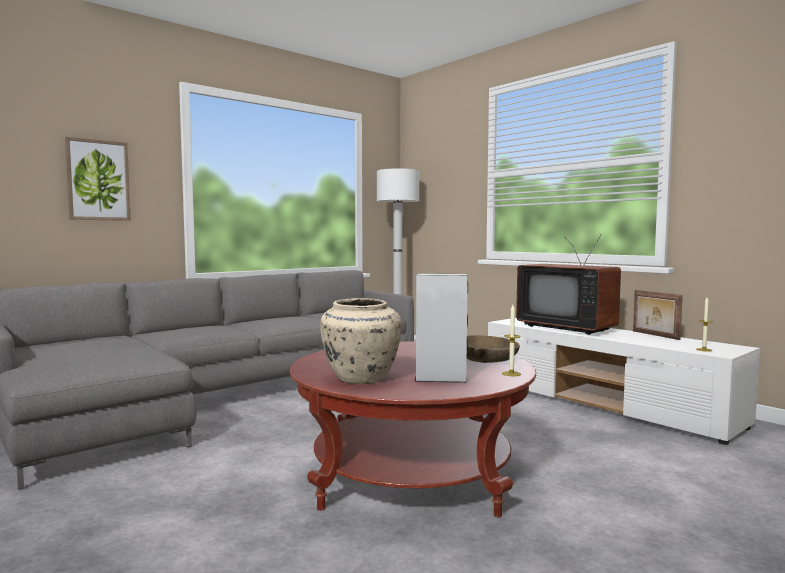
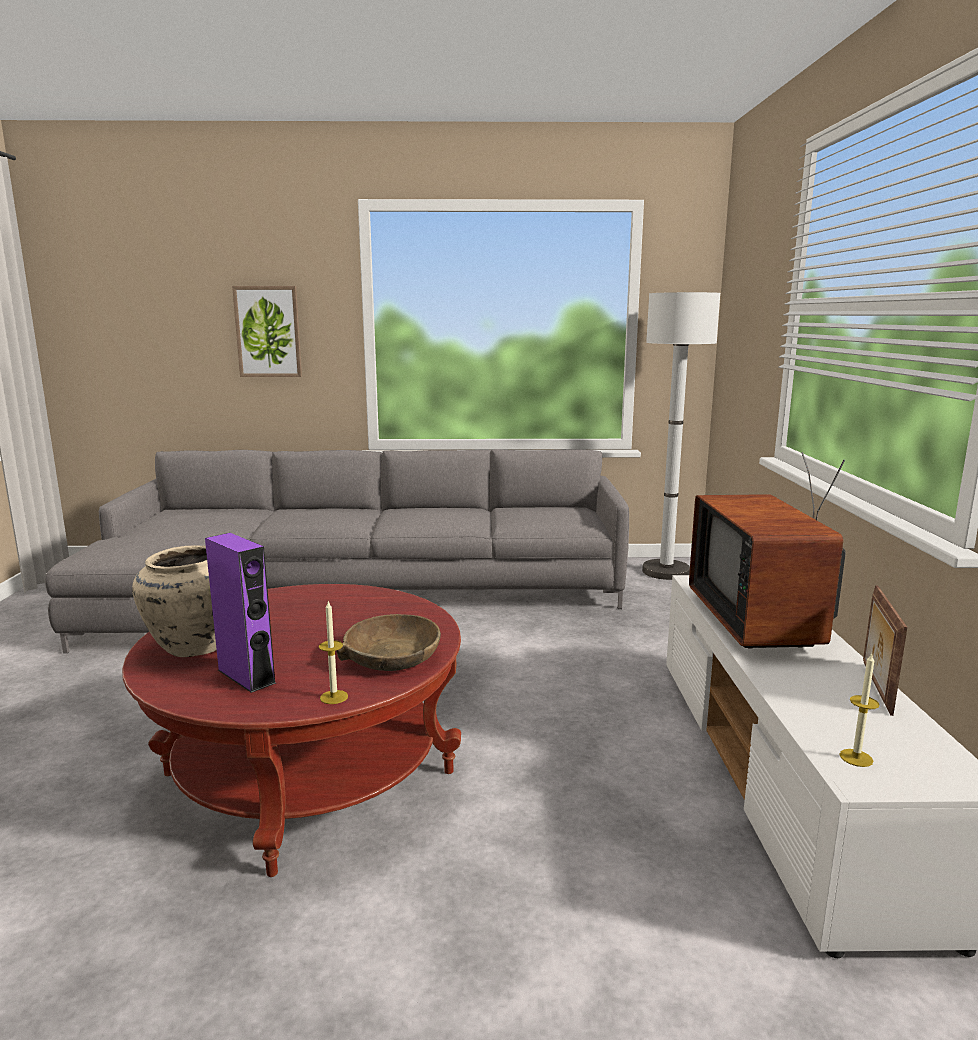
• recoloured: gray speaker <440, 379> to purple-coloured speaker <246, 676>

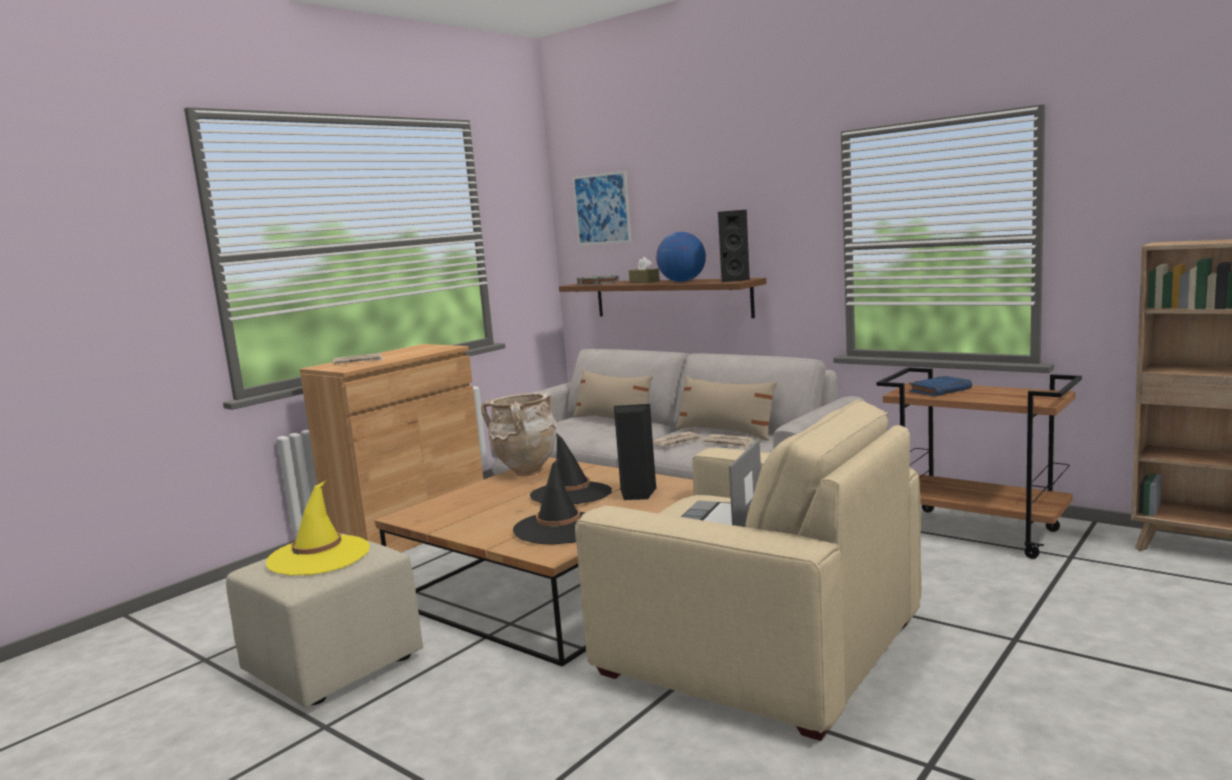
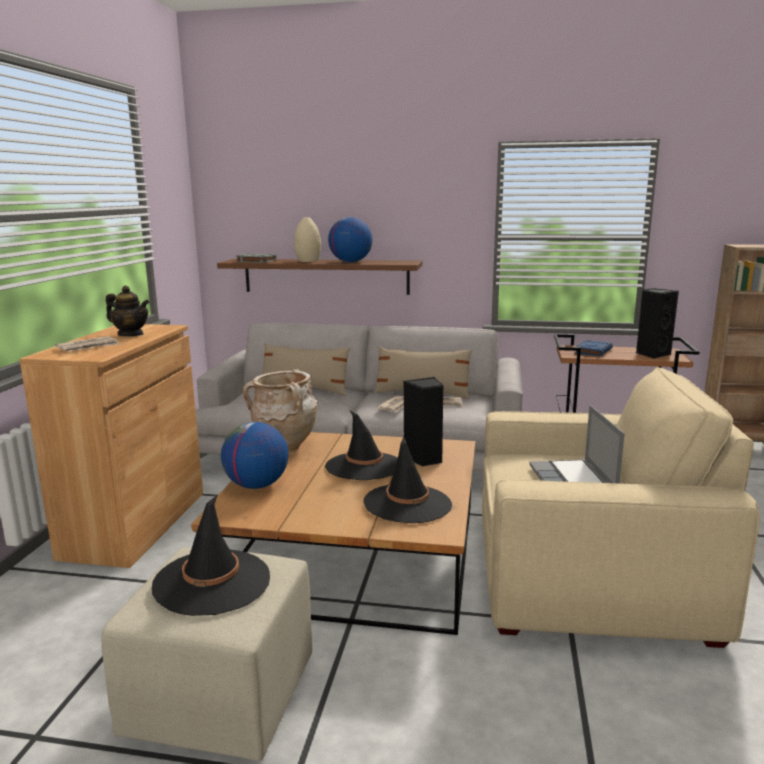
• added: pot for tea <131, 335>
• recoloured: yellow-coloured wearable hat <319, 556> to black-coloured wearable hat <212, 582>
• added: desk globe <256, 485>
• replaced: brown tissue holder <644, 282> to beige-coloured vase <307, 261>
• moved: black-coloured speaker <733, 280> to <652, 354>
• removed: wall picture <601, 209>

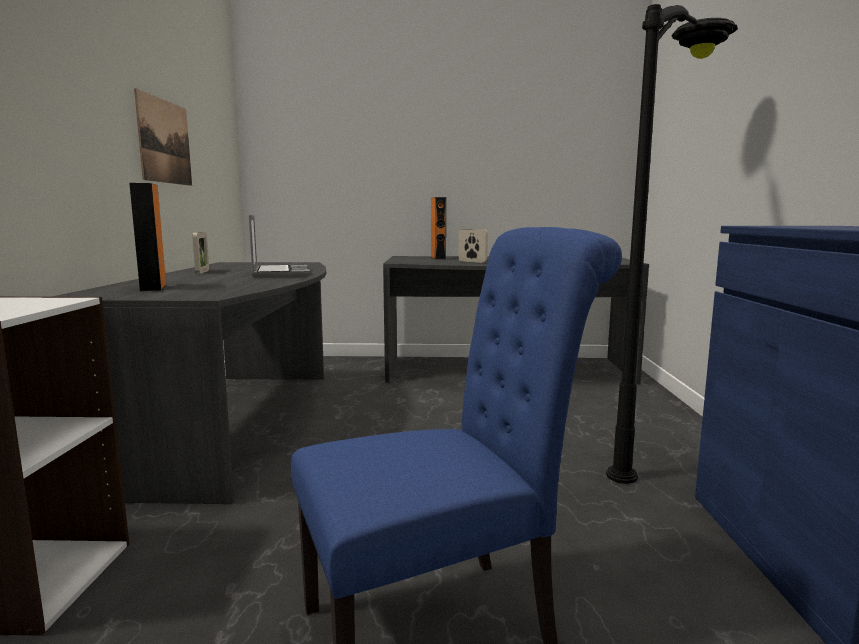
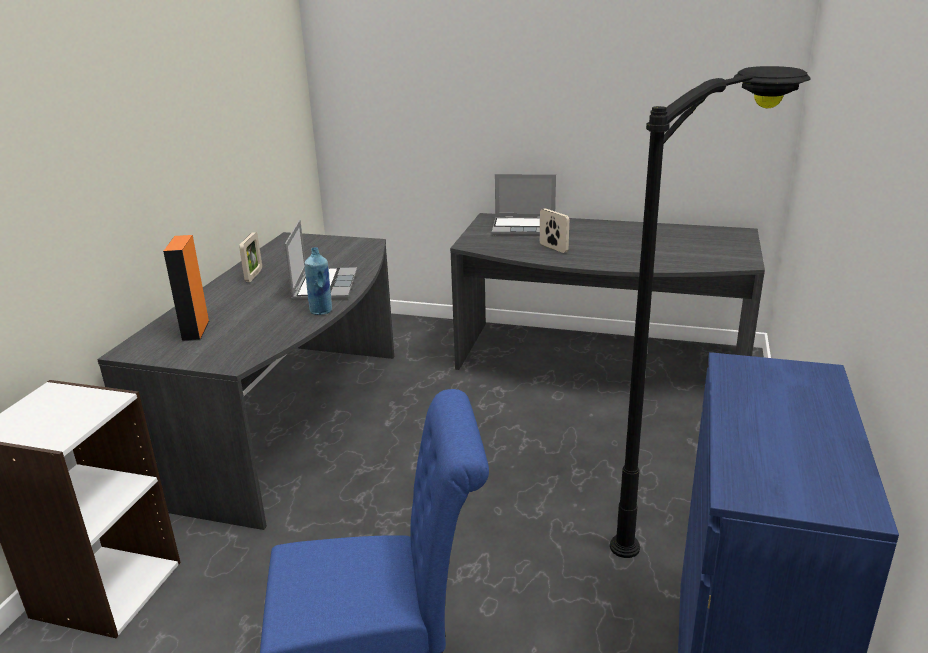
• added: bluish beverage bottle <321, 311>
• replaced: orange speaker <438, 258> to portable computer <525, 228>
• removed: wall picture <165, 141>

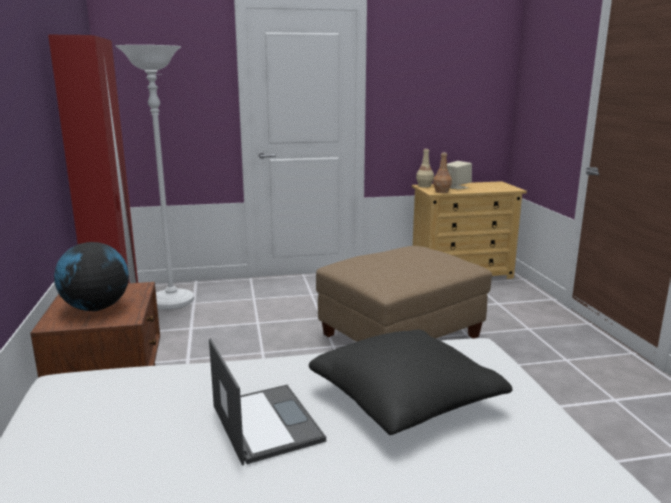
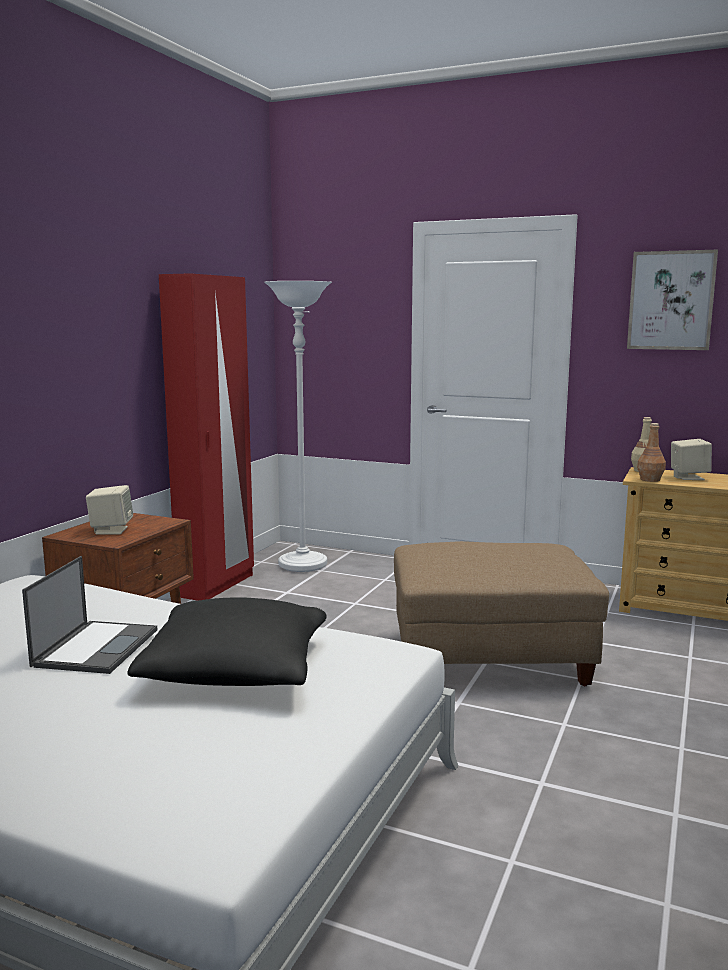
• replaced: desk globe <96, 308> to beige-coloured speaker <111, 530>
• added: wall picture <671, 300>

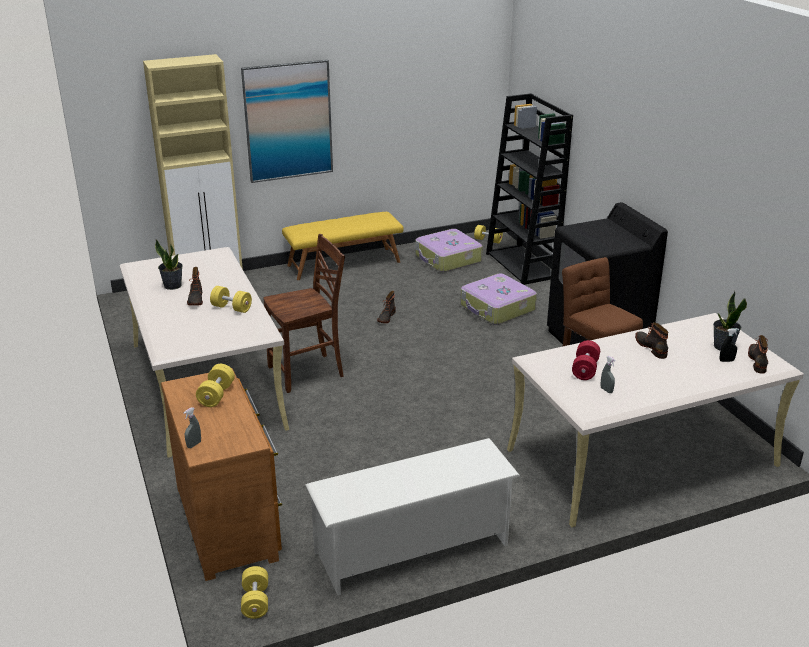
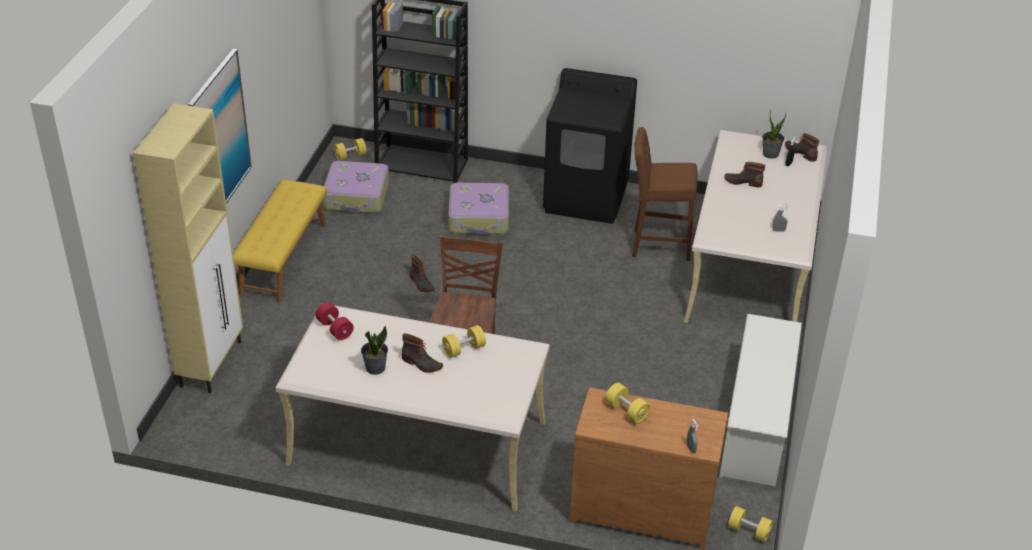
• moved: red free weight <585, 369> to <335, 329>

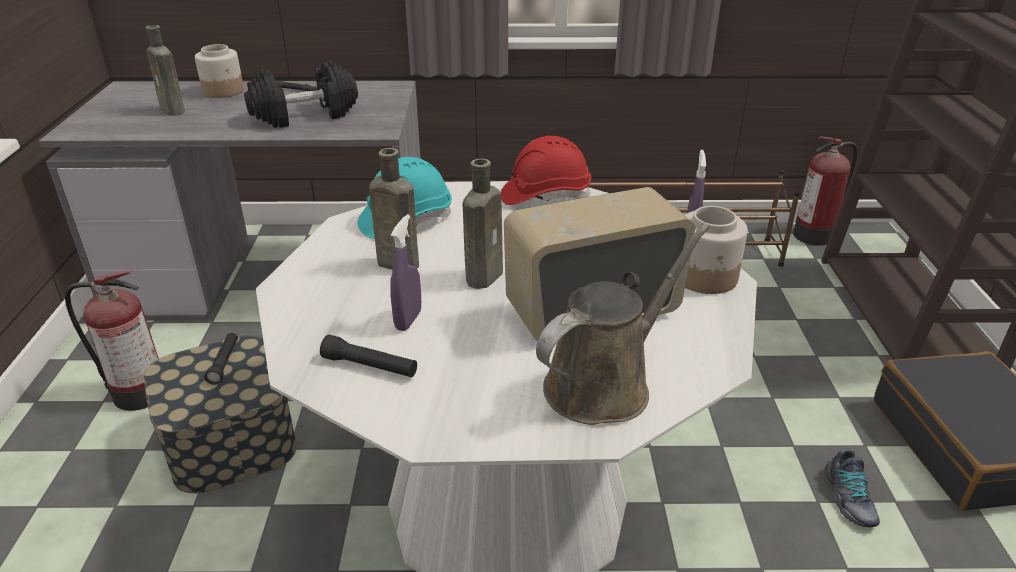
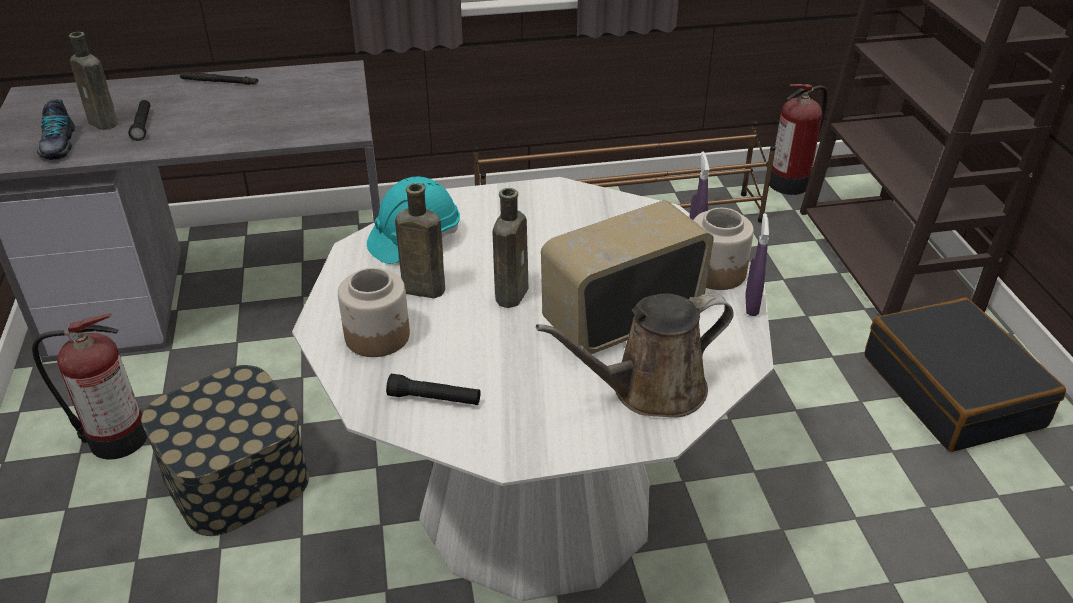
• moved: item of footwear <848, 498> to <57, 144>
• moved: black-coloured hand torch <224, 363> to <142, 126>
• moved: preserve jar <224, 91> to <378, 336>
• turned: brown watering can <604, 384> = <650, 390> 150 degrees counterclockwise
• moved: purple-coloured spray bottle <408, 320> to <751, 305>
• removed: black-coloured free weight <305, 116>
• removed: red hard hat <545, 195>

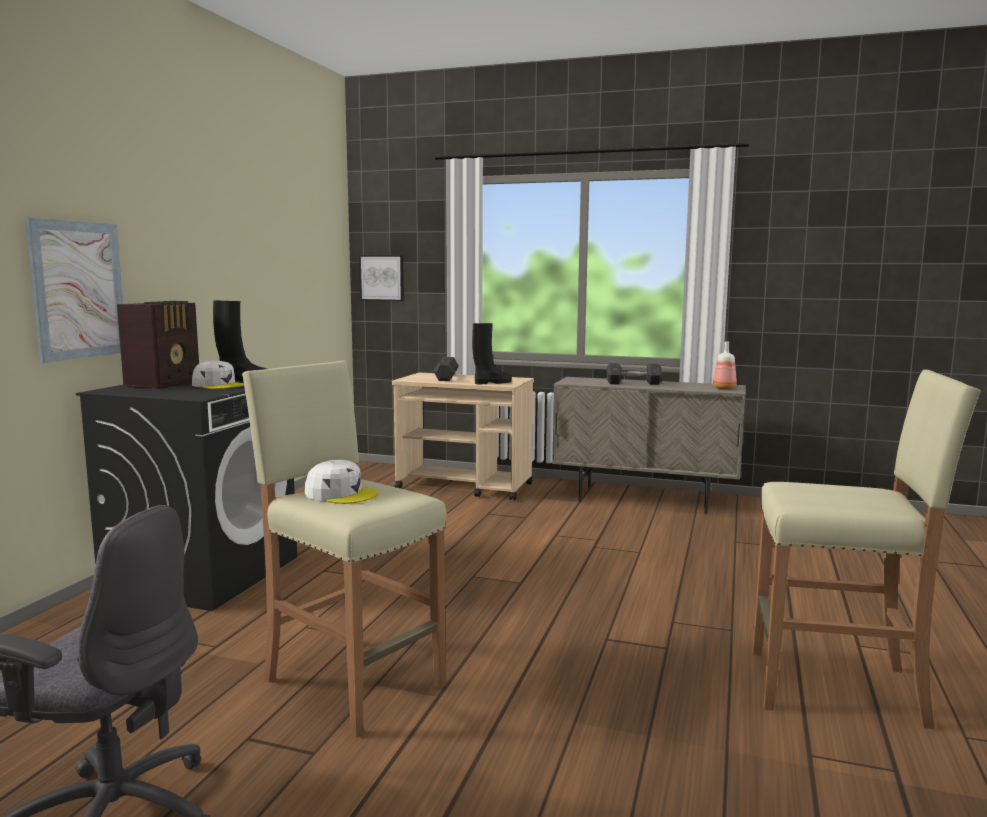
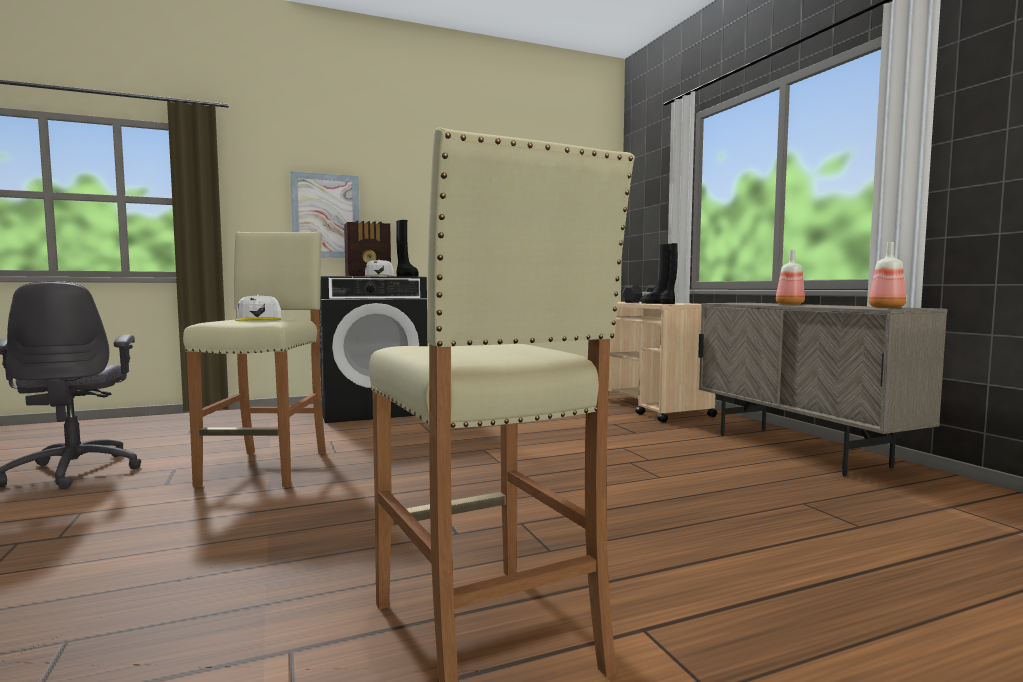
• turned: black-coloured boot <491, 383> = <659, 303> 150 degrees counterclockwise
• replaced: gray free weight <633, 383> to beverage bottle <788, 304>
• removed: wall picture <382, 278>

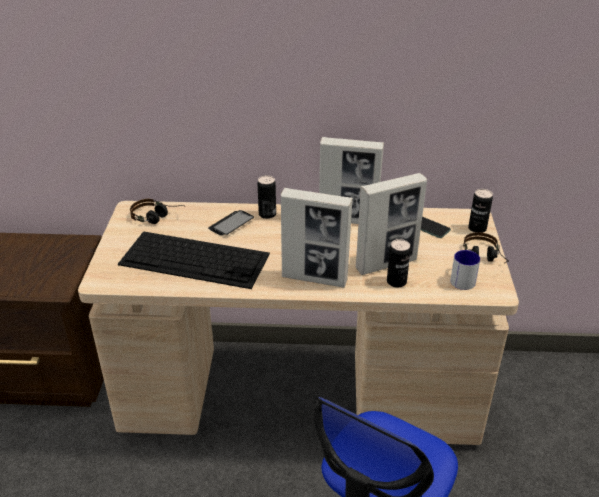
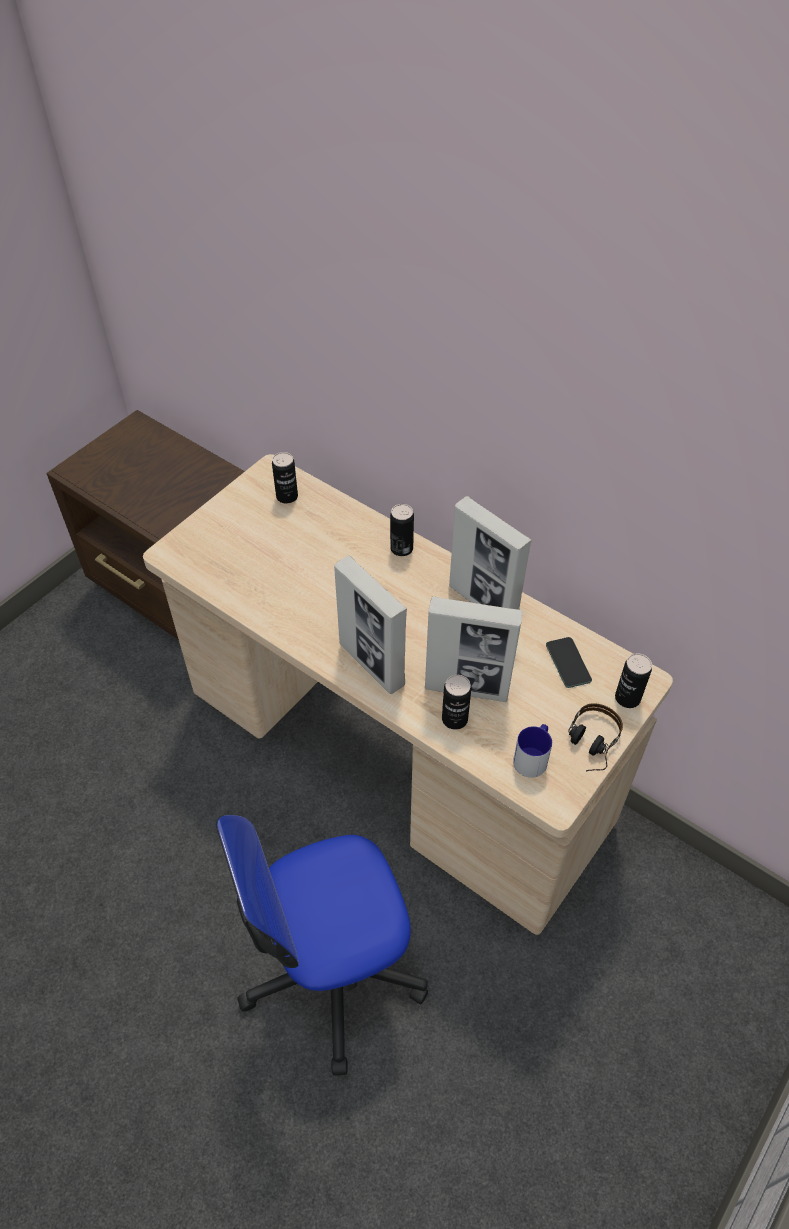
• replaced: headphones <158, 218> to metal can <287, 496>
• removed: PC keyboard <196, 259>
• removed: telephone <231, 224>

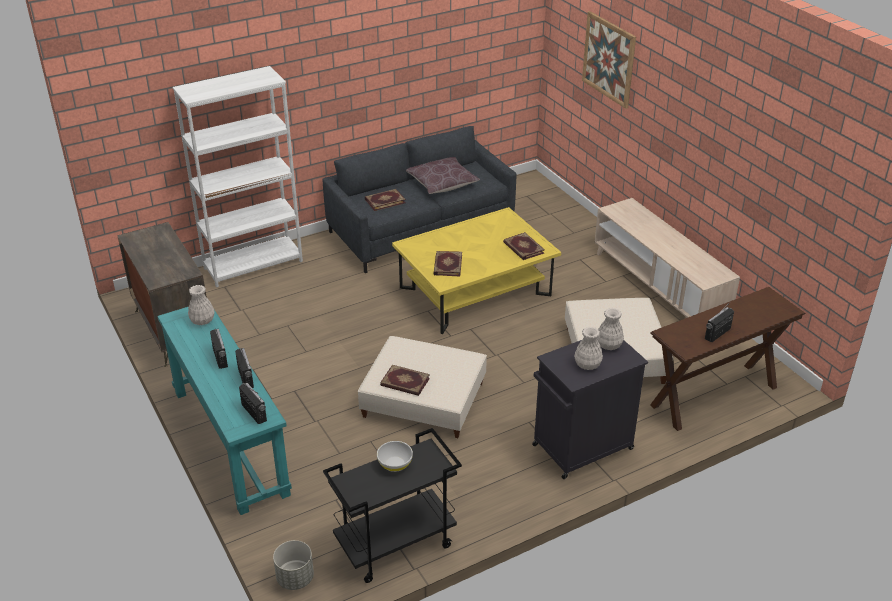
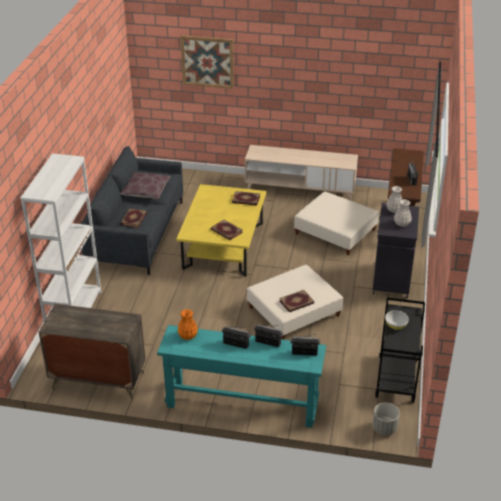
• recoloured: white-coloured vase <202, 320> to orange vase <187, 336>

